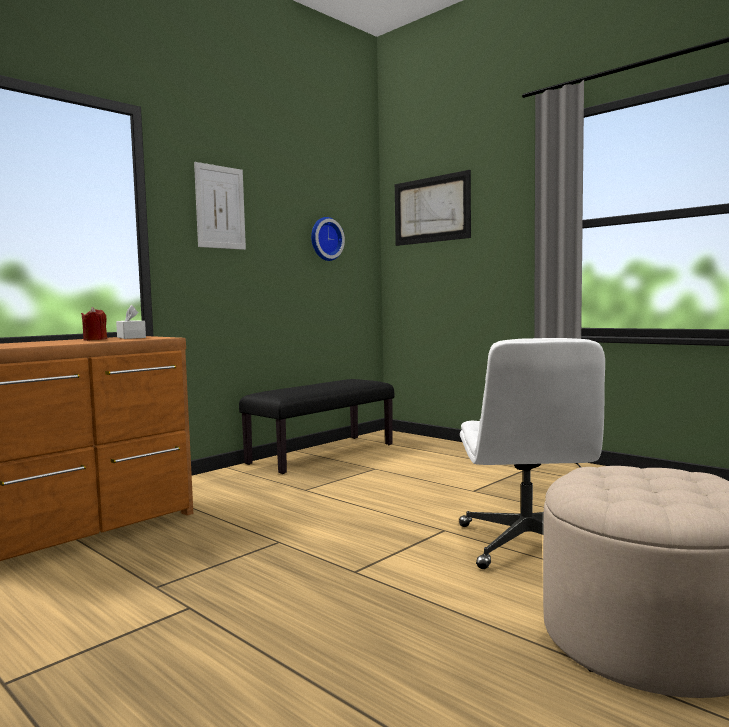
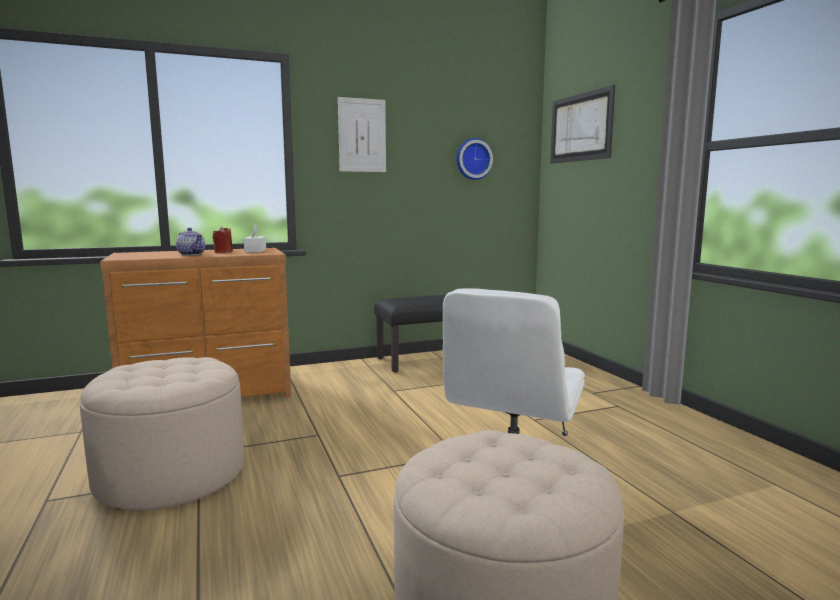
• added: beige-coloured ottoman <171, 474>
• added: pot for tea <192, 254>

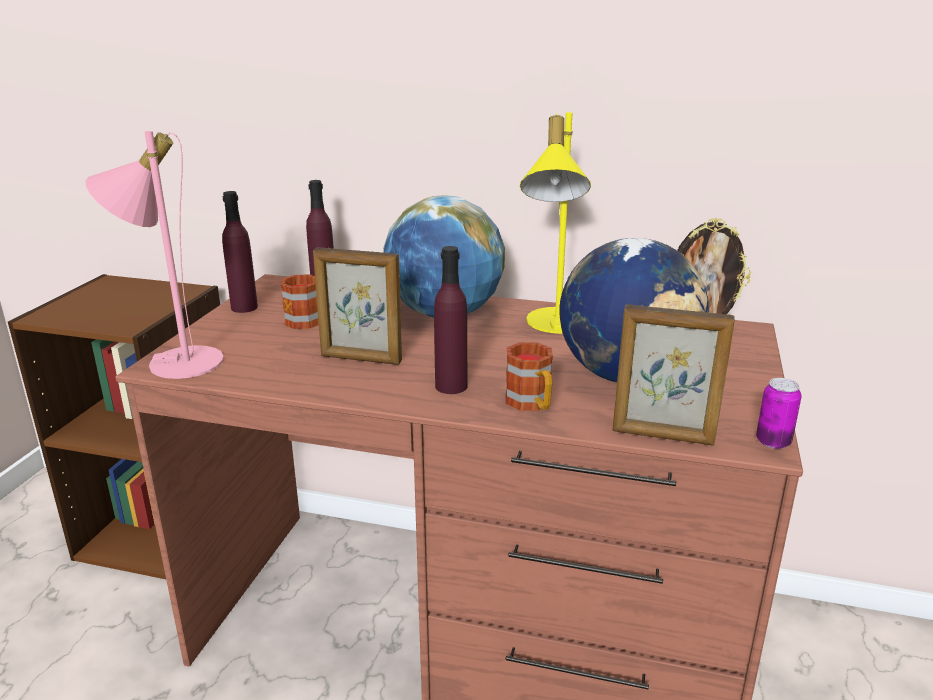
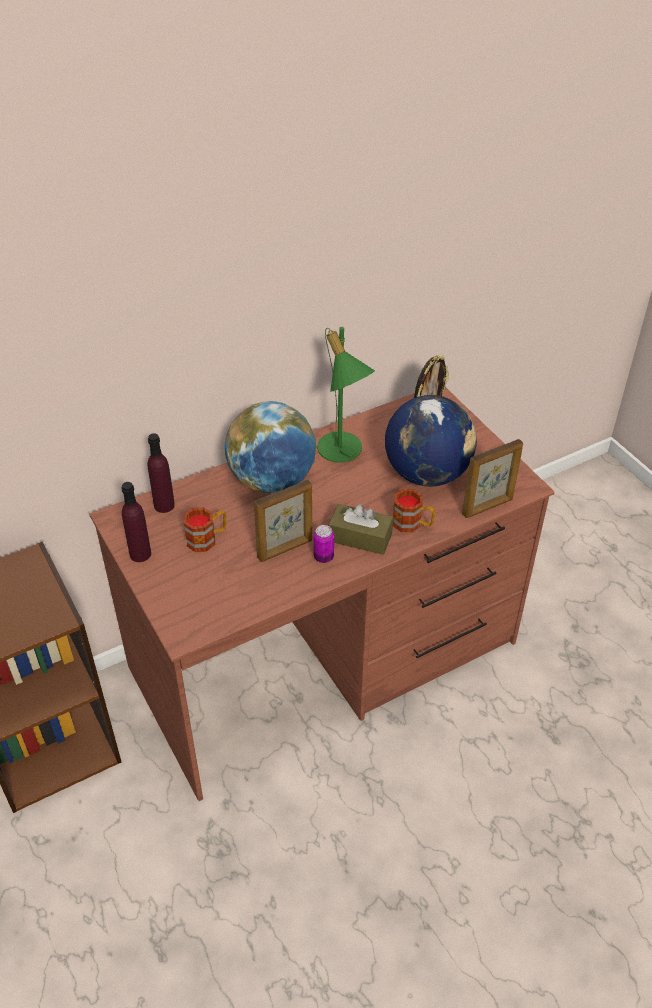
• moved: metal can <773, 442> to <323, 557>
• recoloured: yellow-coloured lamp for a table <553, 325> to greenish lamp for a table <343, 453>
• replaced: purple-coloured beverage bottle <451, 386> to brown tissue holder <360, 537>
• removed: pinkish lamp for a table <174, 360>

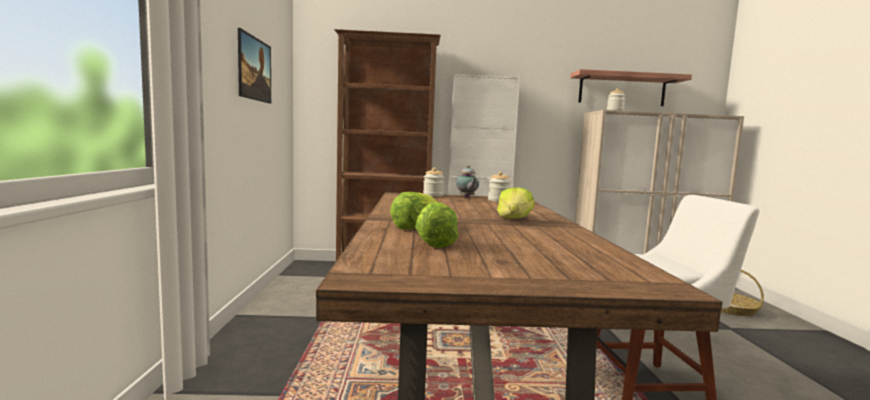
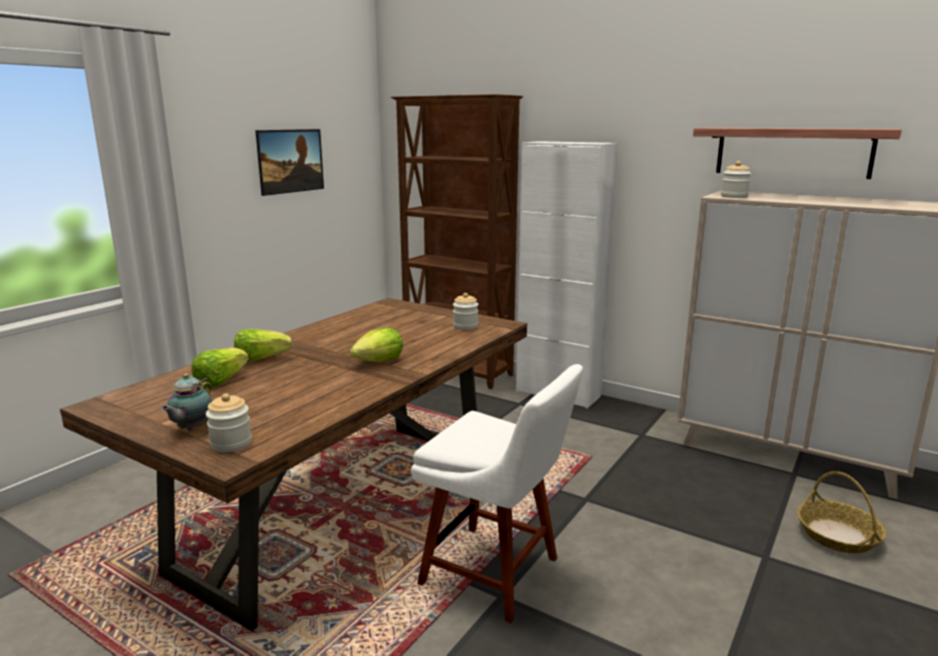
• moved: pot for tea <467, 197> to <191, 429>
• moved: preserve jar <433, 195> to <231, 443>

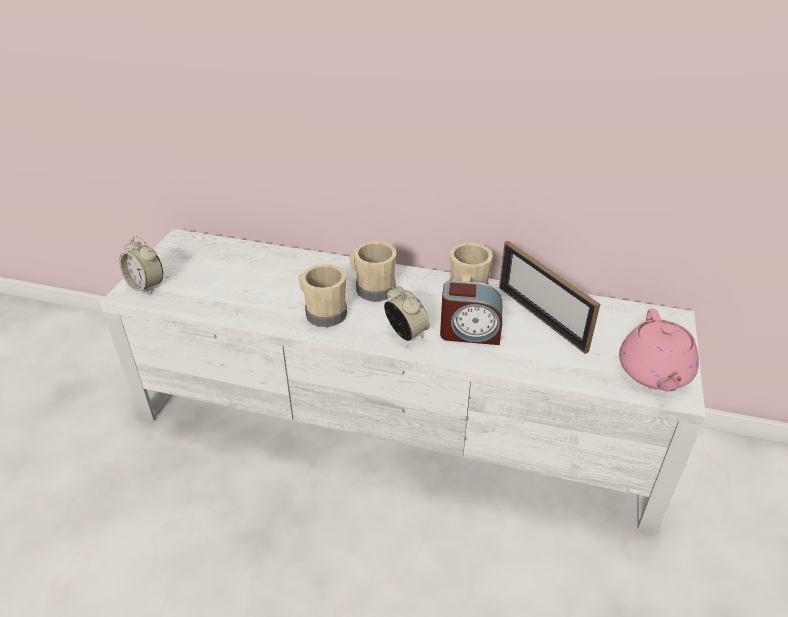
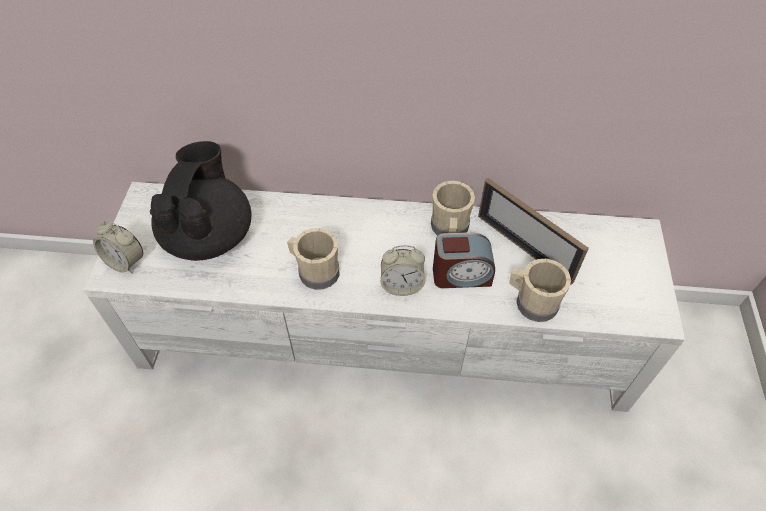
• added: black-coloured pot for tea <209, 235>
• turned: bedside clock <406, 333> = <402, 285> 135 degrees clockwise
• moved: beige-coloured tea mug <372, 288> to <532, 302>
• removed: pinkish pot for tea <654, 373>

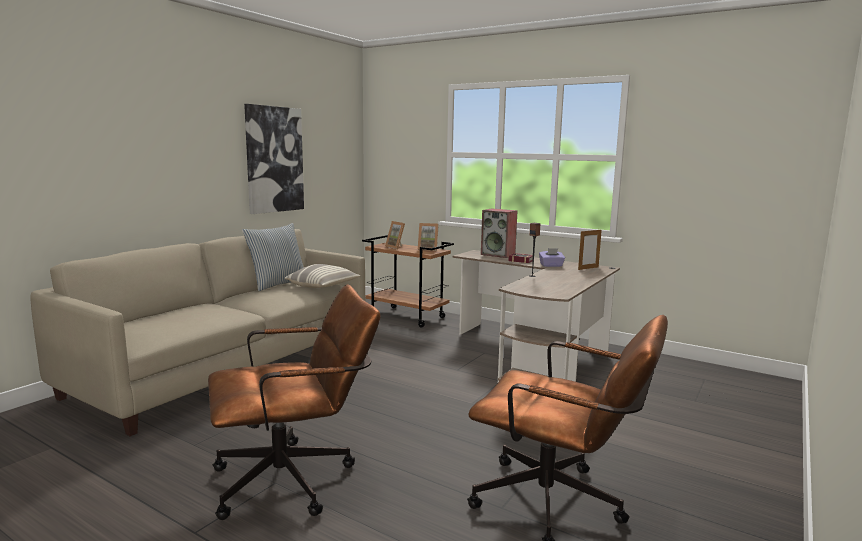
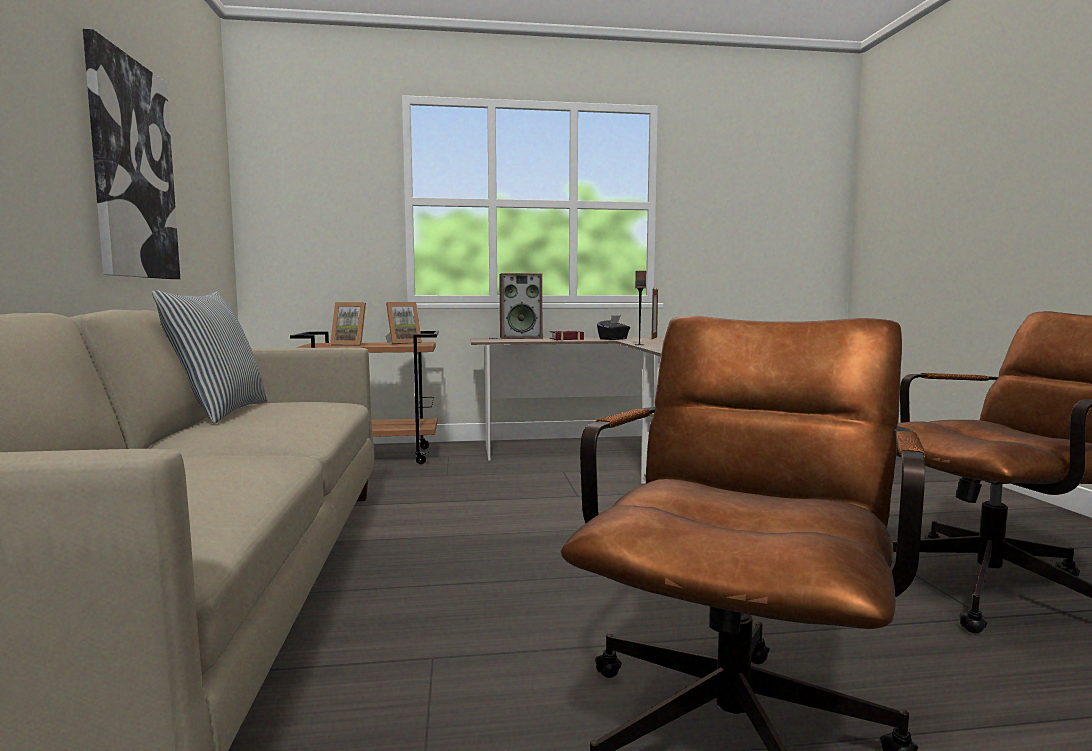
• recoloured: purple-coloured tissue holder <551, 265> to black-coloured tissue holder <613, 339>
• removed: throw pillow <323, 287>

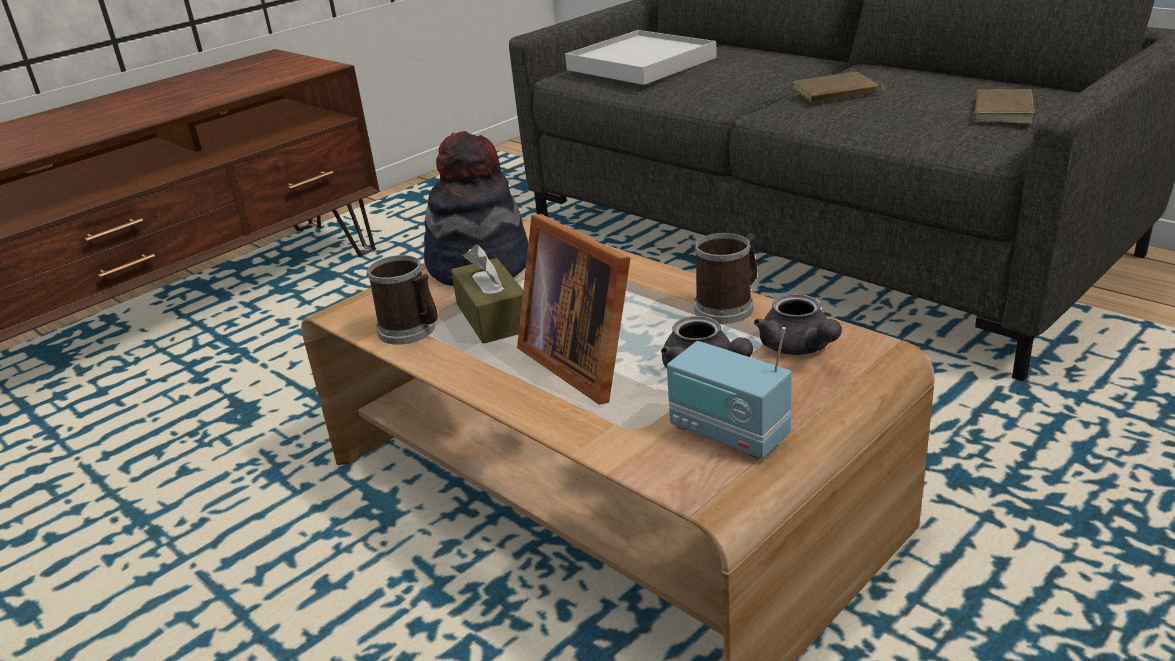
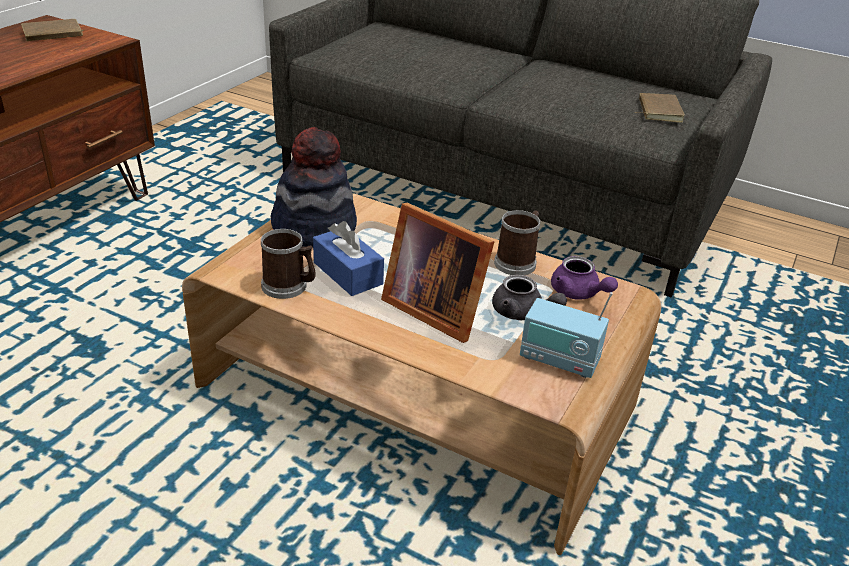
• moved: brown volume <835, 93> to <53, 34>
• recoloured: brown tissue holder <493, 317> to bluish tissue holder <348, 273>
• recoloured: gray pot for tea <799, 348> to purple-coloured pot for tea <578, 293>
• removed: white-coloured tray <641, 64>

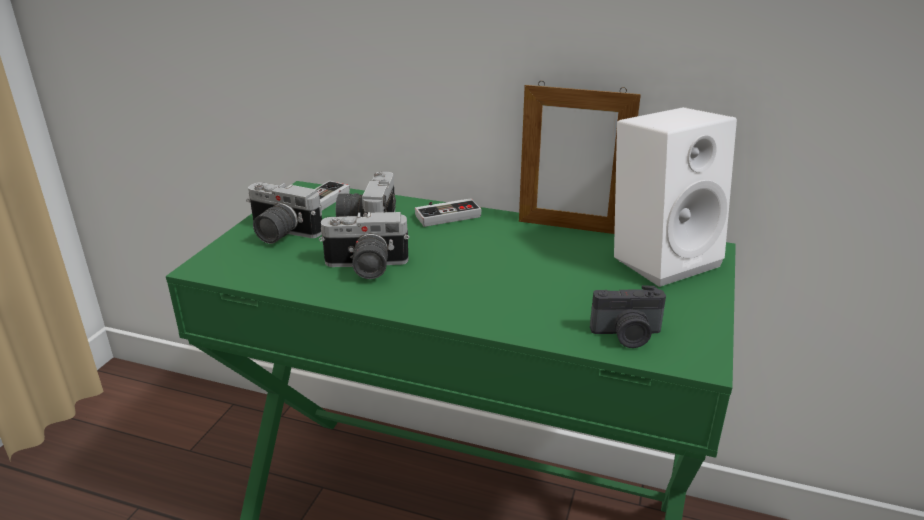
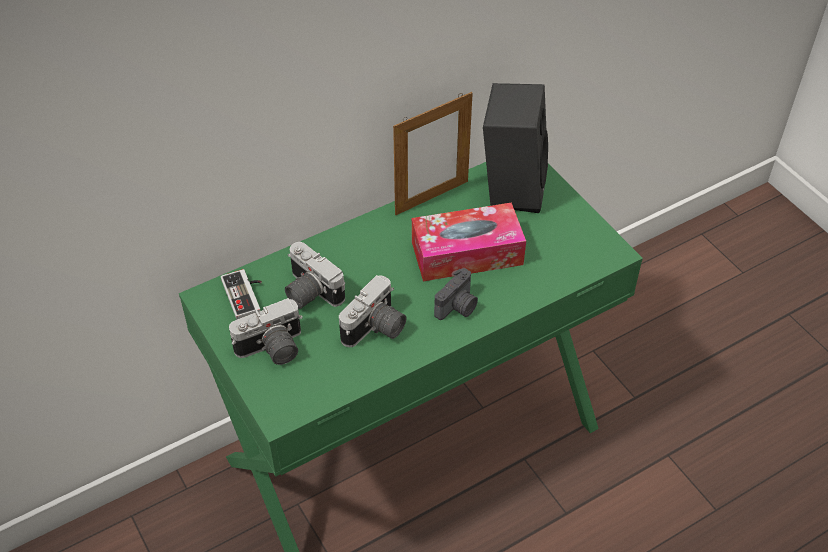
• added: tissue holder <467, 253>
• moved: photo camera <627, 335> to <458, 307>
• recoloured: white-coloured speaker <661, 258> to black-coloured speaker <511, 187>
• removed: game controller <445, 214>

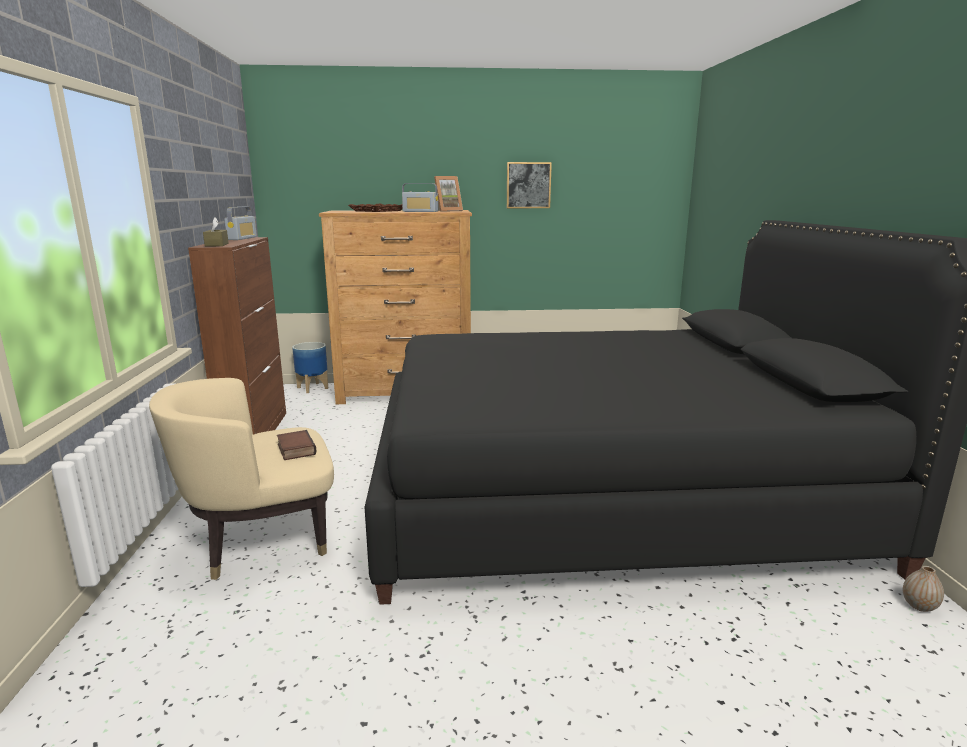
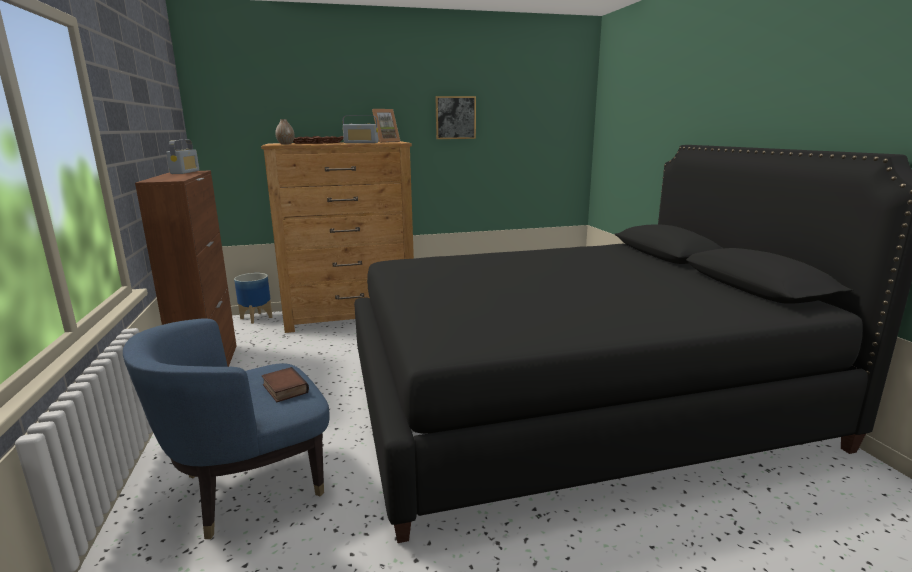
• recoloured: beige-coloured armchair <262, 540> to bluish armchair <250, 486>
• moved: vase <919, 606> to <286, 144>
• removed: brown tissue holder <217, 245>

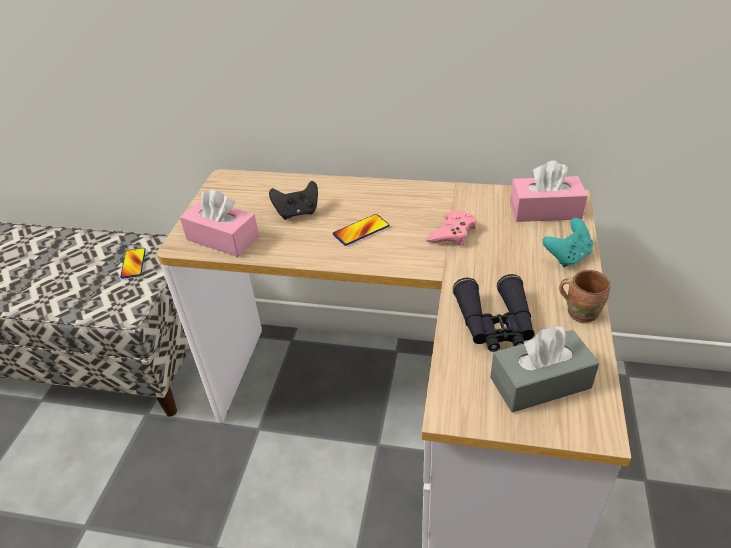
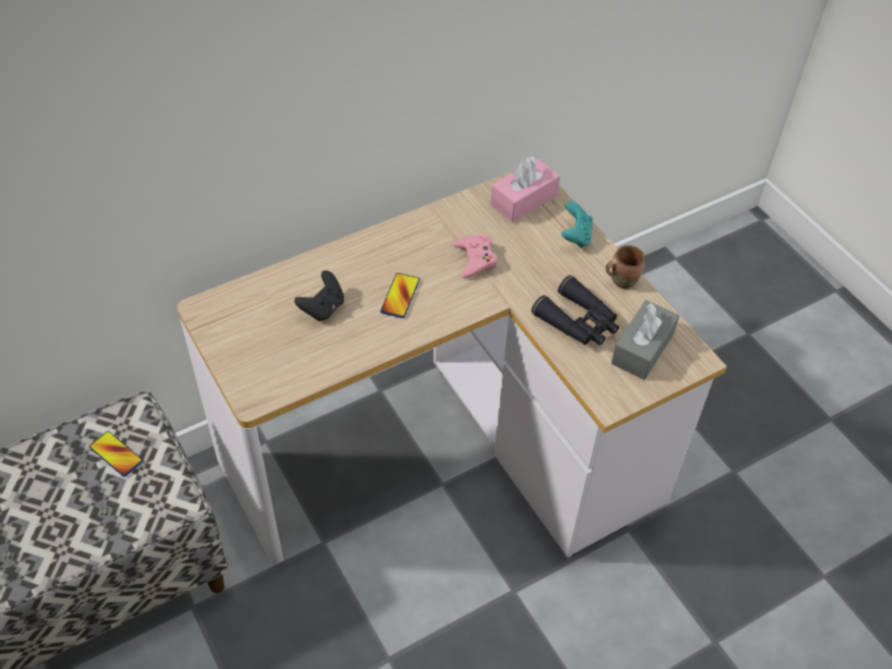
• removed: pinkish tissue holder <223, 238>

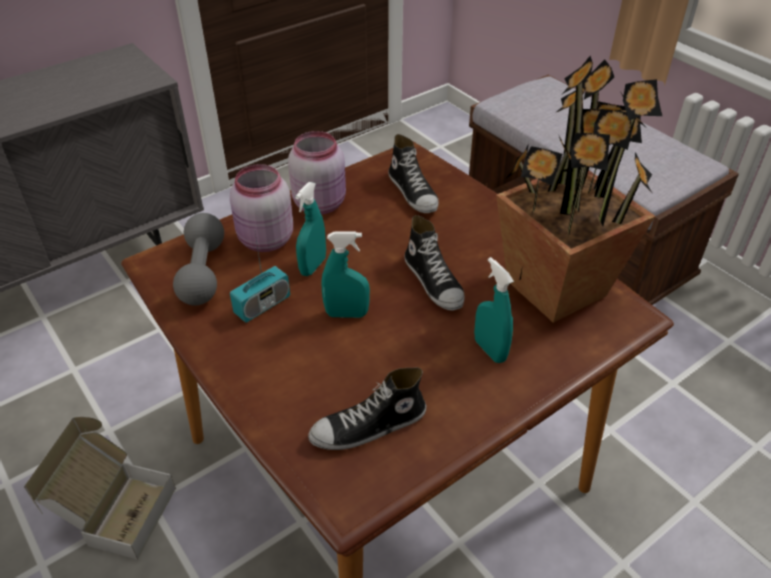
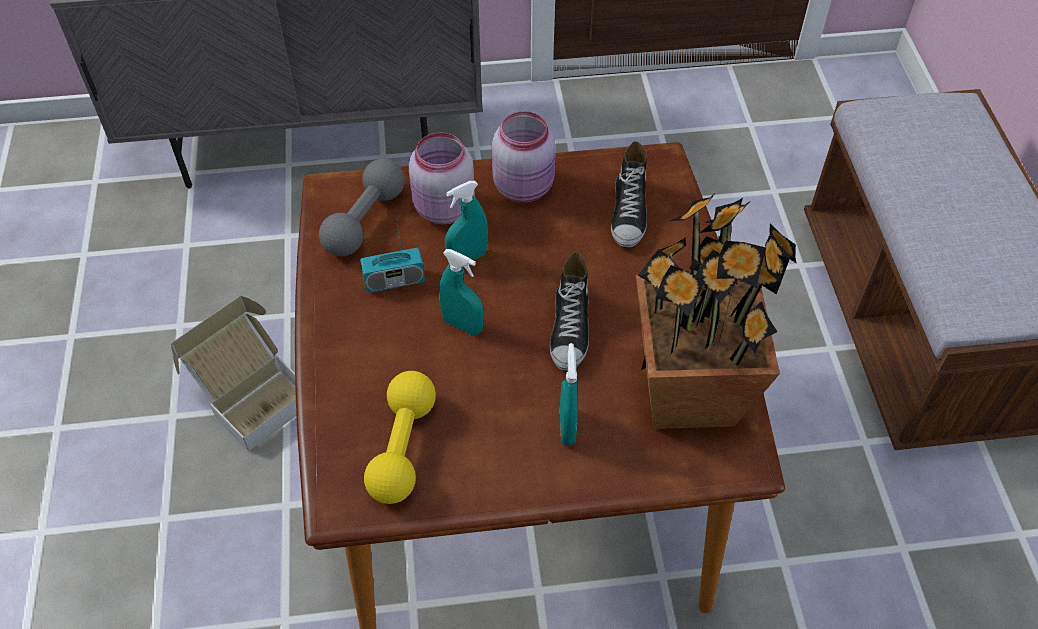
• replaced: item of footwear <369, 427> to yellow-coloured free weight <403, 447>

